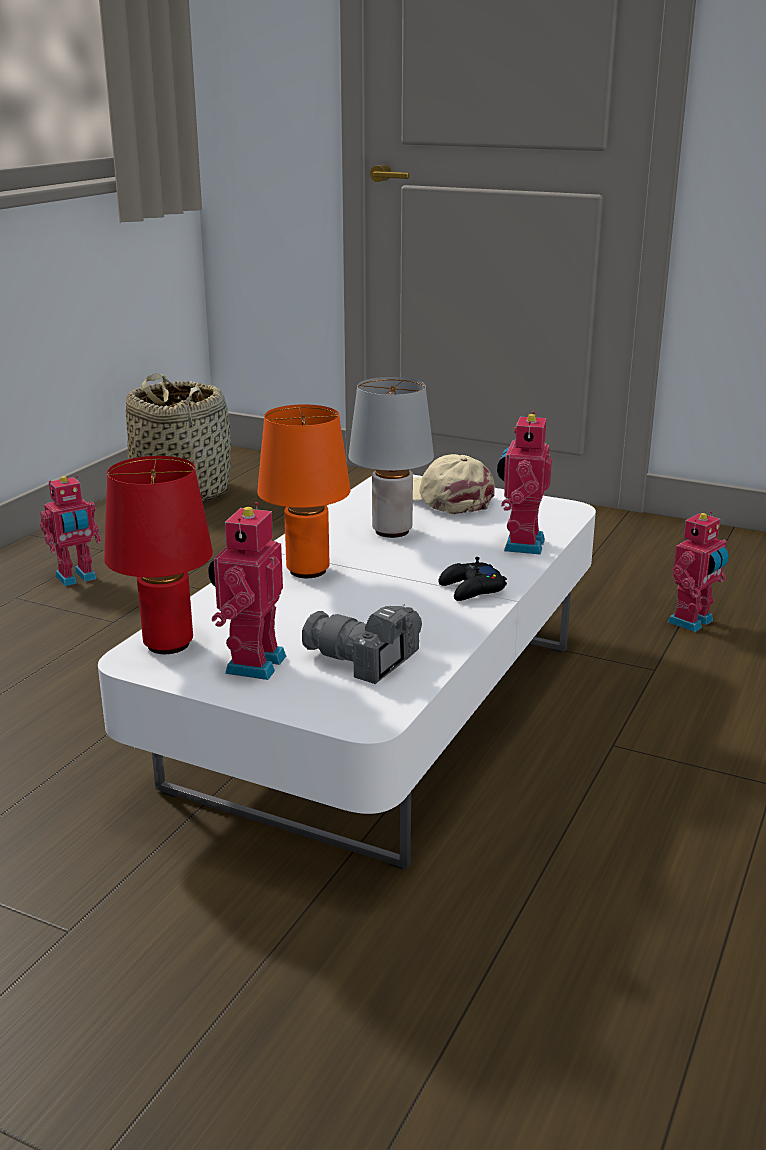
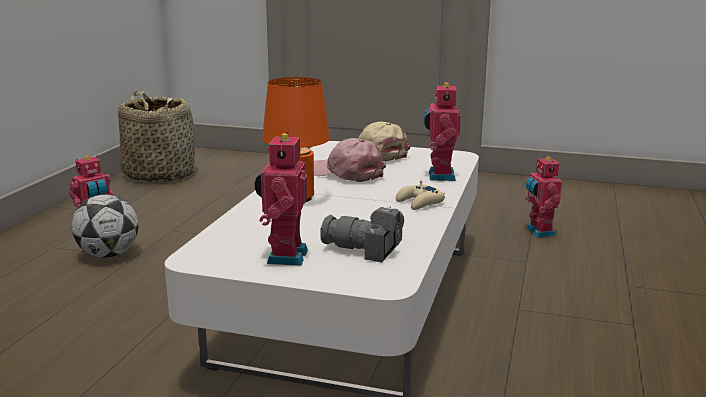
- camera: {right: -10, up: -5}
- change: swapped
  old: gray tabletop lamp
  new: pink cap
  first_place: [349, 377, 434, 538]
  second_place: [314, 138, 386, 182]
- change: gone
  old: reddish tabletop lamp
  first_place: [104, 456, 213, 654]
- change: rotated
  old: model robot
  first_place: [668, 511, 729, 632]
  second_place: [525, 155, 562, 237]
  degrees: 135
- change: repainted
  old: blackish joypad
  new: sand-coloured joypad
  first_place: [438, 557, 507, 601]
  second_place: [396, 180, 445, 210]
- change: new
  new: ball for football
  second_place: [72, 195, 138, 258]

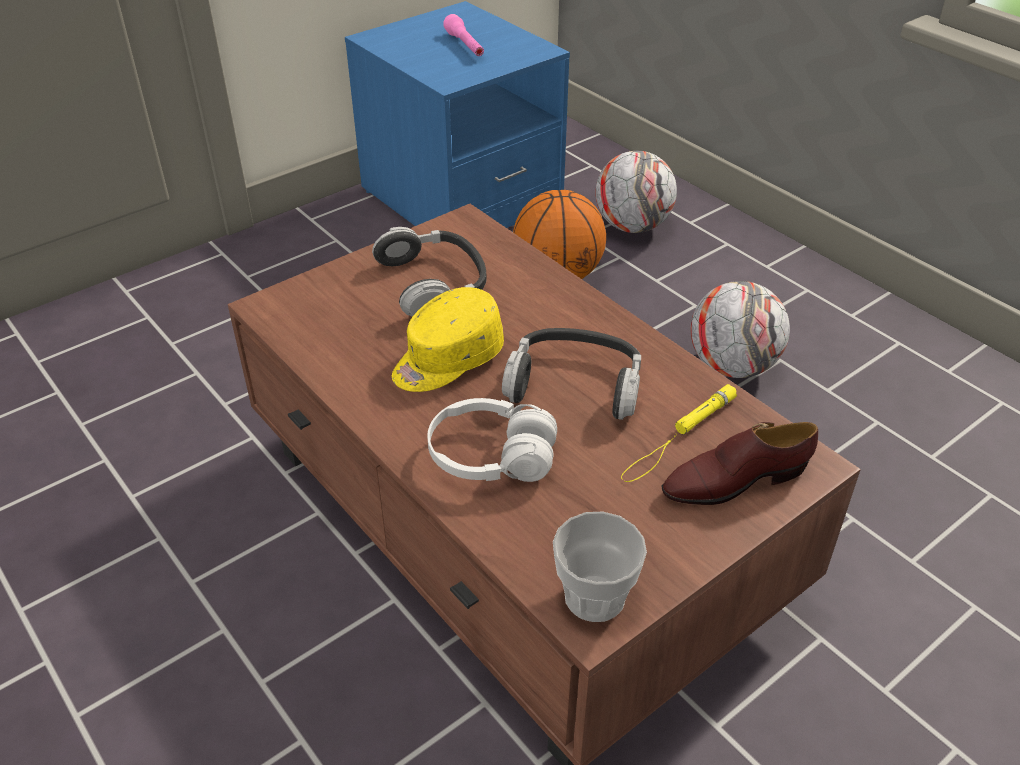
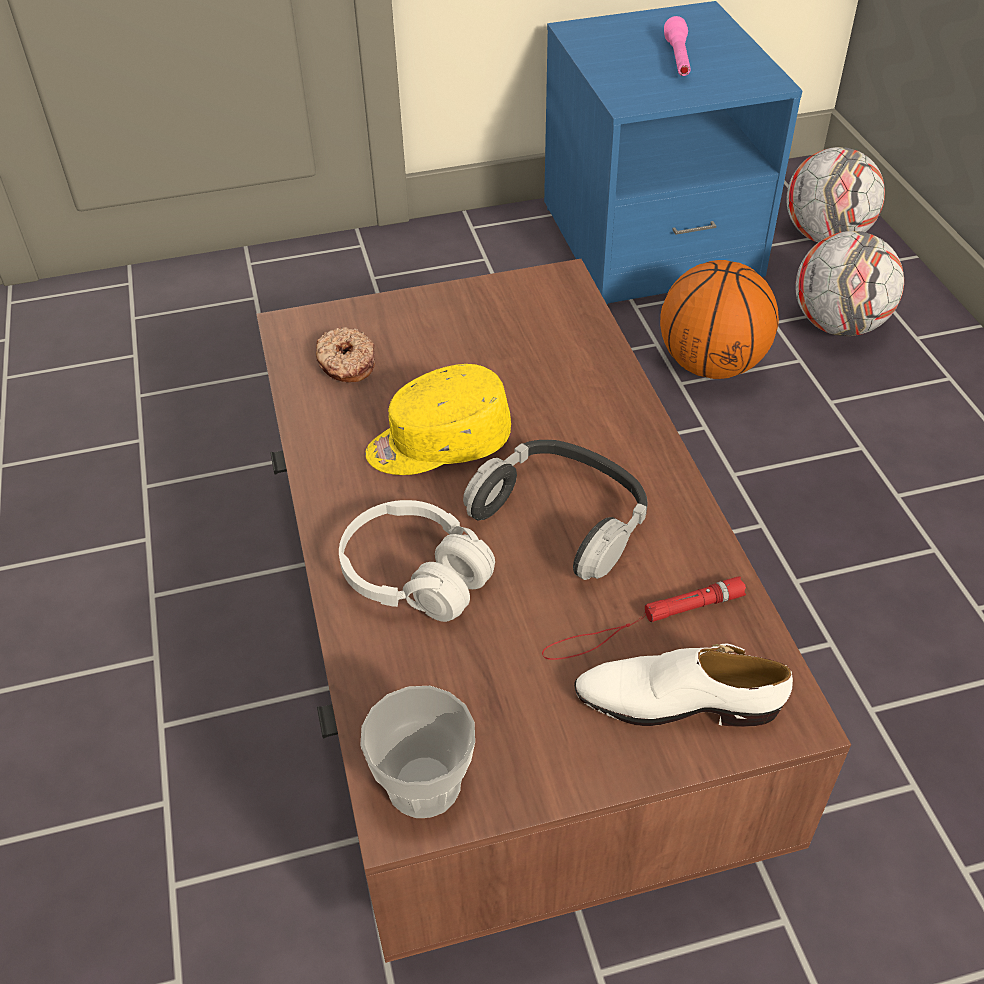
- camera: {right: 25, up: 5}
- change: gone
  old: pair of headphones
  first_place: [372, 227, 486, 317]
- change: shifted
  old: ball for football
  first_place: [690, 281, 790, 378]
  second_place: [786, 147, 885, 242]
- change: repainted
  old: yellow hand torch
  new: reddish hand torch
  first_place: [621, 384, 737, 482]
  second_place: [542, 576, 746, 660]
- change: repainted
  old: brownish low shoe
  new: white low shoe
  first_place: [661, 422, 818, 505]
  second_place: [574, 644, 793, 727]
- change: new
  new: ring doughnut
  second_place: [316, 327, 375, 383]

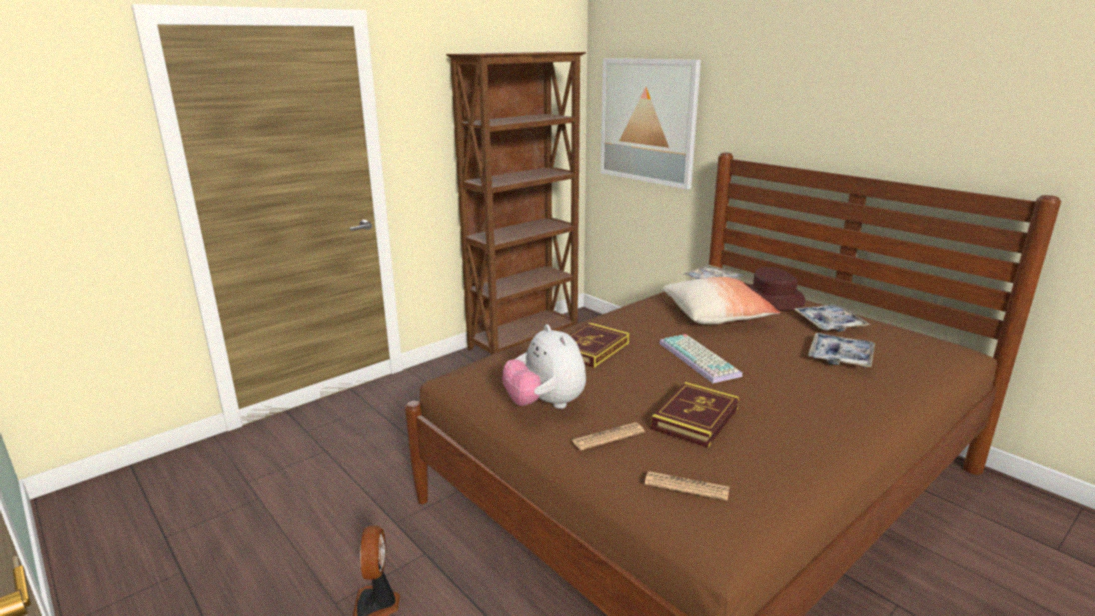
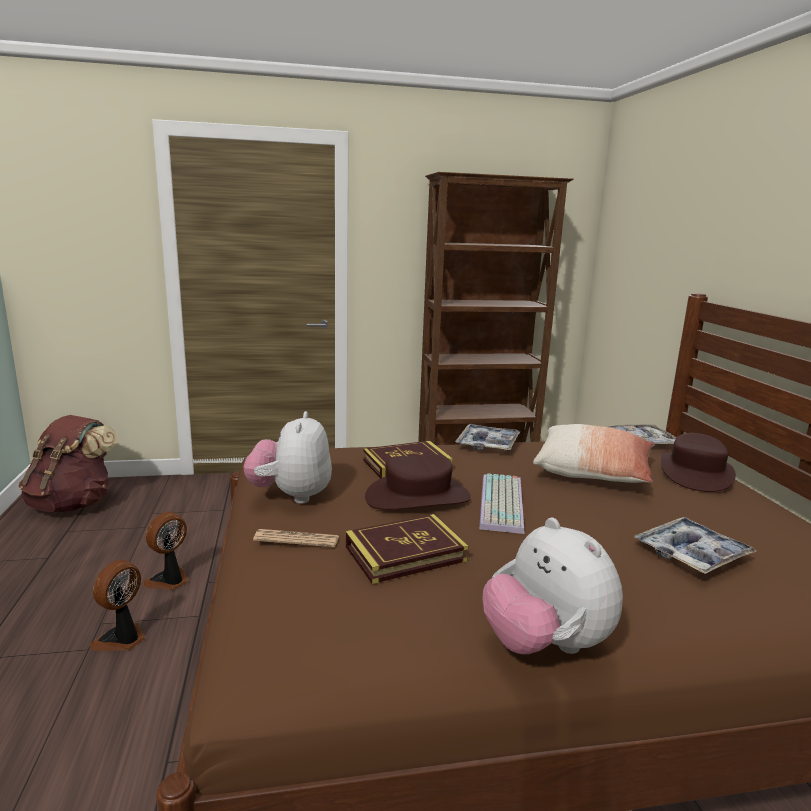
- camera: {right: 30, up: -5}
- change: gone
  old: wall art
  first_place: [600, 58, 701, 189]
- change: shifted
  old: serving tray
  first_place: [794, 304, 871, 332]
  second_place: [455, 424, 520, 451]
- change: gone
  old: daily paper
  first_place: [644, 471, 729, 501]
- change: new
  new: brownish rucksack
  second_place: [18, 415, 119, 512]
- change: new
  new: brownish wearable hat
  second_place: [365, 454, 471, 510]
- change: new
  new: electric fan
  second_place: [143, 512, 188, 590]
- change: new
  new: soft toy
  second_place: [482, 518, 623, 654]

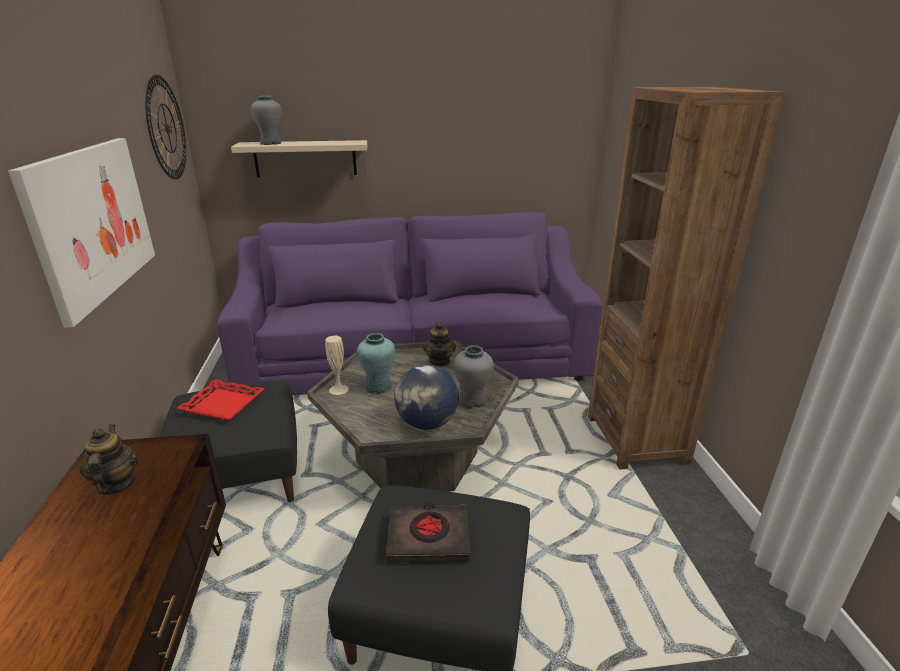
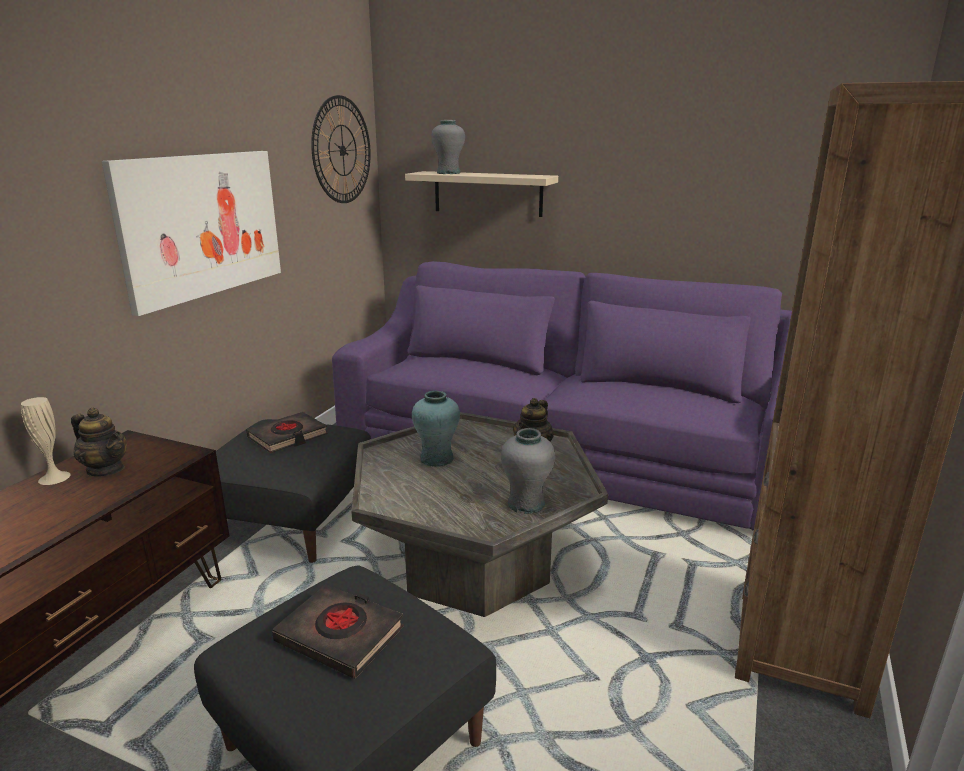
- camera: {right: 30, up: -5}
- change: shifted
  old: sand-coloured flower vase
  first_place: [325, 336, 349, 395]
  second_place: [21, 397, 71, 485]
- change: gone
  old: globe
  first_place: [394, 365, 459, 430]
- change: swapped
  old: reddish serving tray
  new: blackish bound book
  first_place: [177, 379, 265, 421]
  second_place: [246, 412, 328, 453]
- change: rotated
  old: pot for tea
  first_place: [80, 424, 138, 496]
  second_place: [71, 408, 127, 476]
  degrees: 105

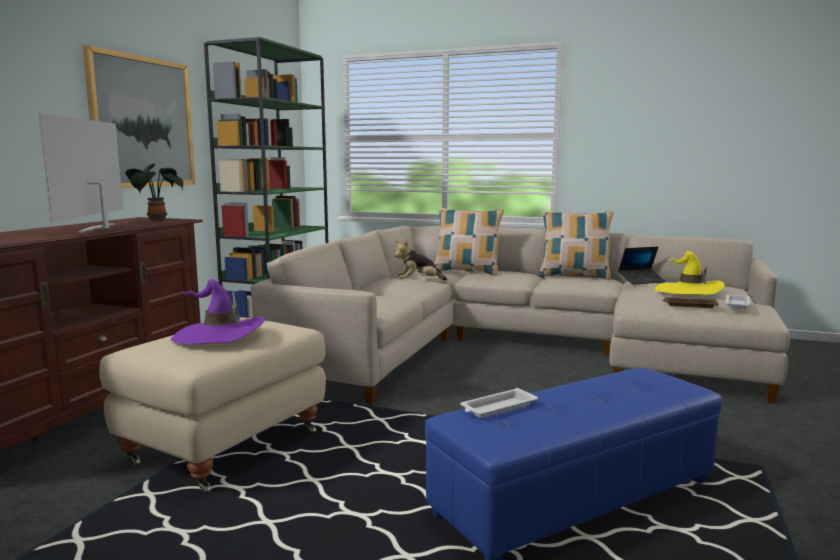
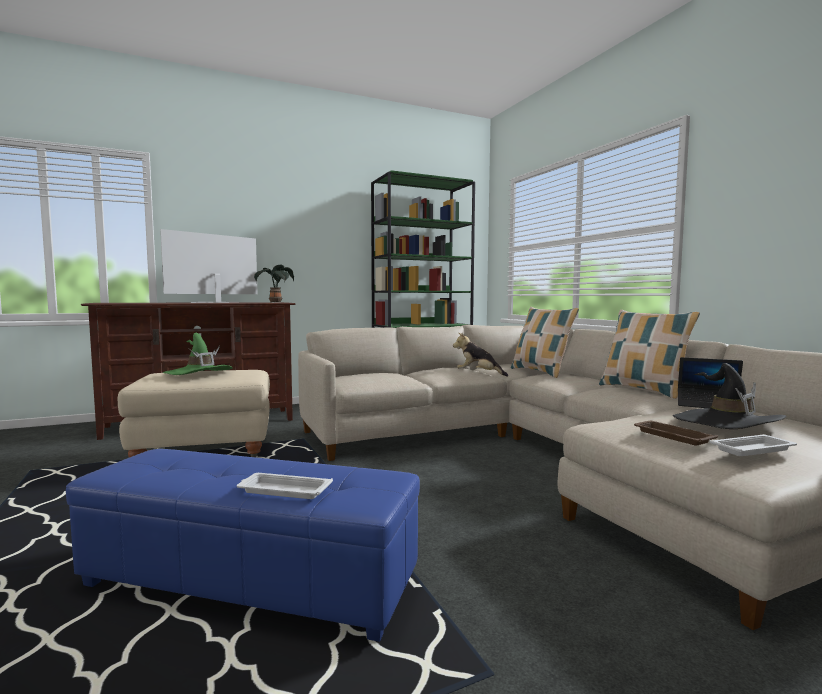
- camera: {right: 45, up: -5}
- change: gone
  old: wall art
  first_place: [83, 45, 195, 189]
- change: repainted
  old: yellow wearable hat
  new: blackish wearable hat
  first_place: [655, 251, 725, 295]
  second_place: [673, 363, 787, 429]
- change: repainted
  old: purple wearable hat
  new: greenish wearable hat
  first_place: [170, 279, 265, 344]
  second_place: [163, 333, 233, 375]
- change: shifted
  old: white serving tray
  first_place: [460, 388, 538, 418]
  second_place: [237, 473, 333, 499]

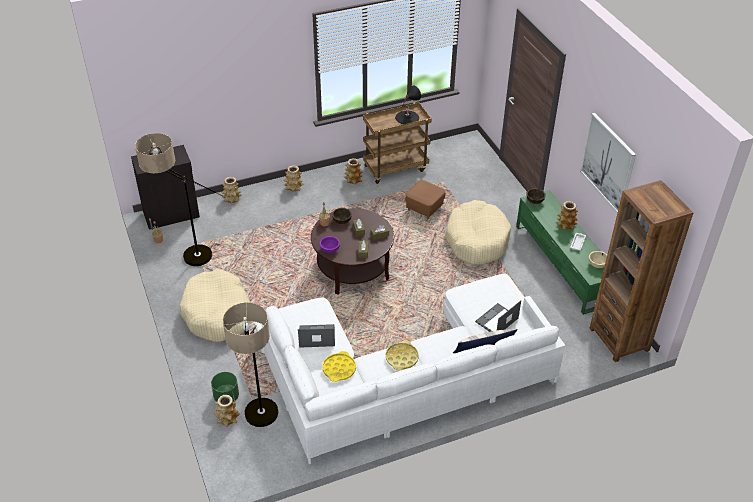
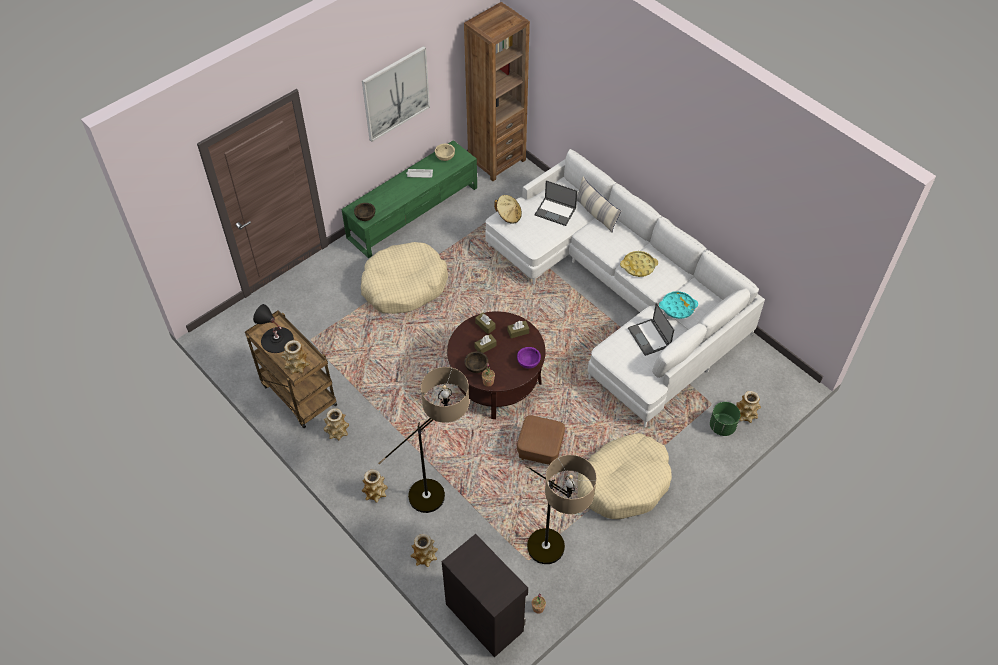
- camera: {right: -110, up: 10}
- change: shifted
  old: brownish footrest
  first_place: [405, 180, 446, 219]
  second_place: [517, 415, 565, 465]
- change: shifted
  old: flower vase
  first_place: [557, 201, 578, 230]
  second_place: [281, 340, 310, 374]
- change: shifted
  old: standing lamp
  first_place: [223, 302, 278, 427]
  second_place: [378, 367, 469, 513]
- change: repainted
  old: yellow serving tray
  new: turquoise-coloured serving tray
  first_place: [323, 351, 356, 382]
  second_place: [659, 291, 698, 319]
- change: new
  new: sand-coloured wearable hat
  second_place: [494, 195, 522, 223]

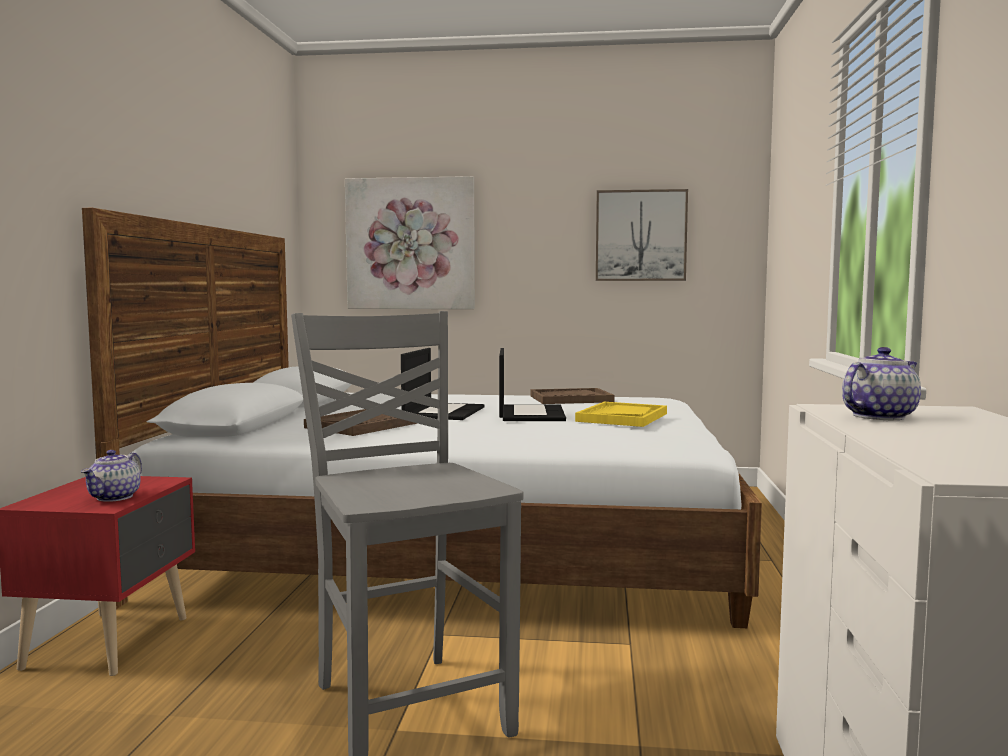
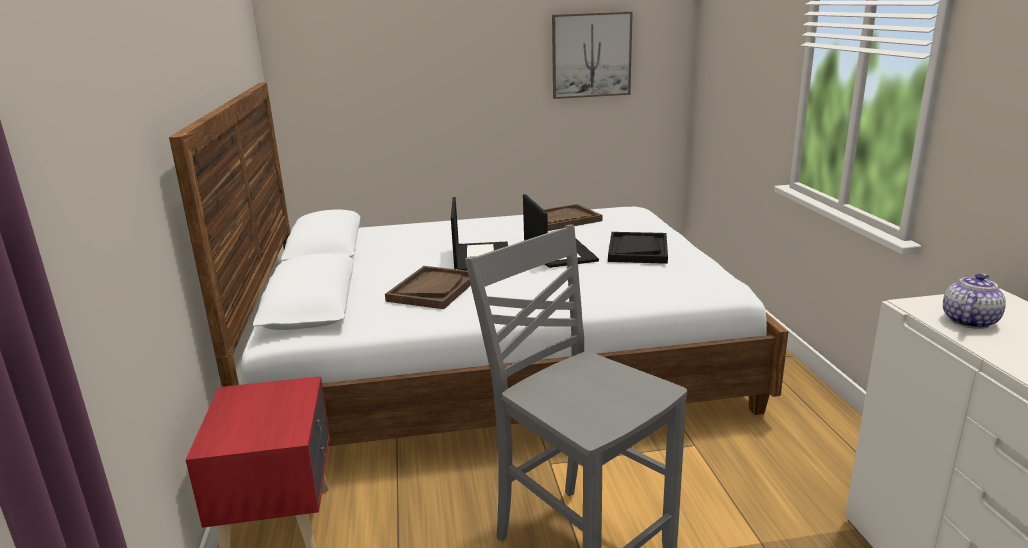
- camera: {right: -15, up: 15}
- change: gone
  old: wall art
  first_place: [345, 176, 475, 309]
- change: repainted
  old: yellow serving tray
  new: blackish serving tray
  first_place: [575, 402, 667, 427]
  second_place: [608, 232, 668, 264]
- change: gone
  old: pot for tea
  first_place: [81, 450, 142, 502]

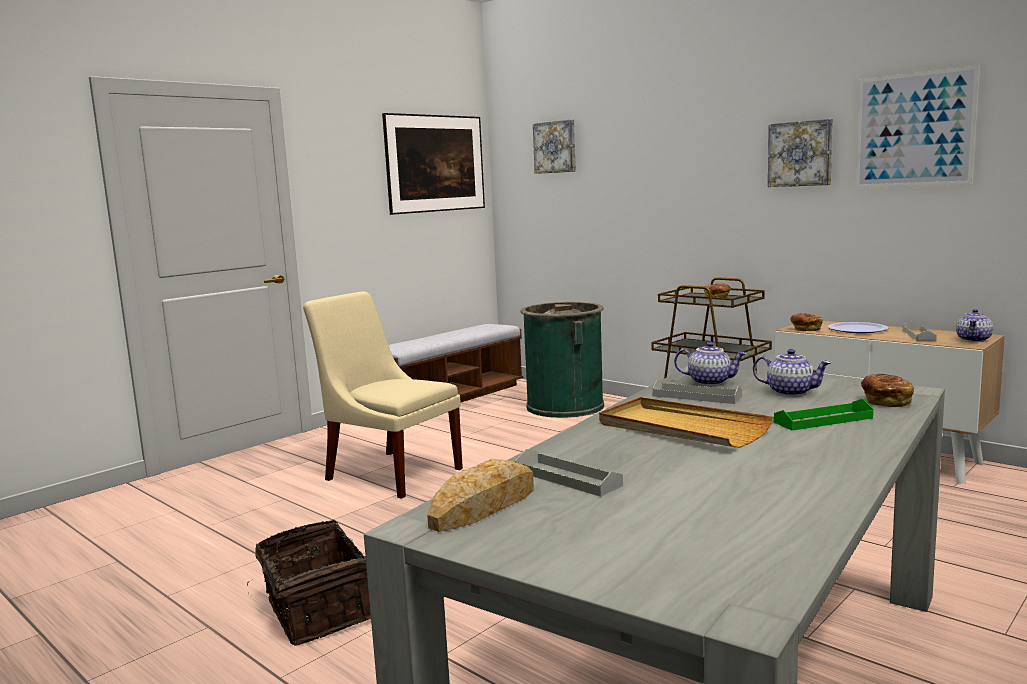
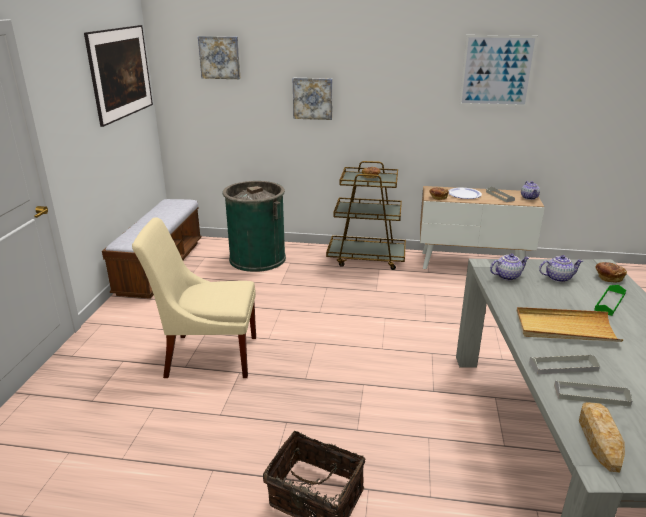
- camera: {right: -35, up: 15}
- change: shifted
  old: wall art
  first_place: [768, 119, 833, 187]
  second_place: [293, 78, 333, 120]
- change: shifted
  old: gray serving tray
  first_place: [653, 379, 742, 404]
  second_place: [529, 354, 600, 374]

